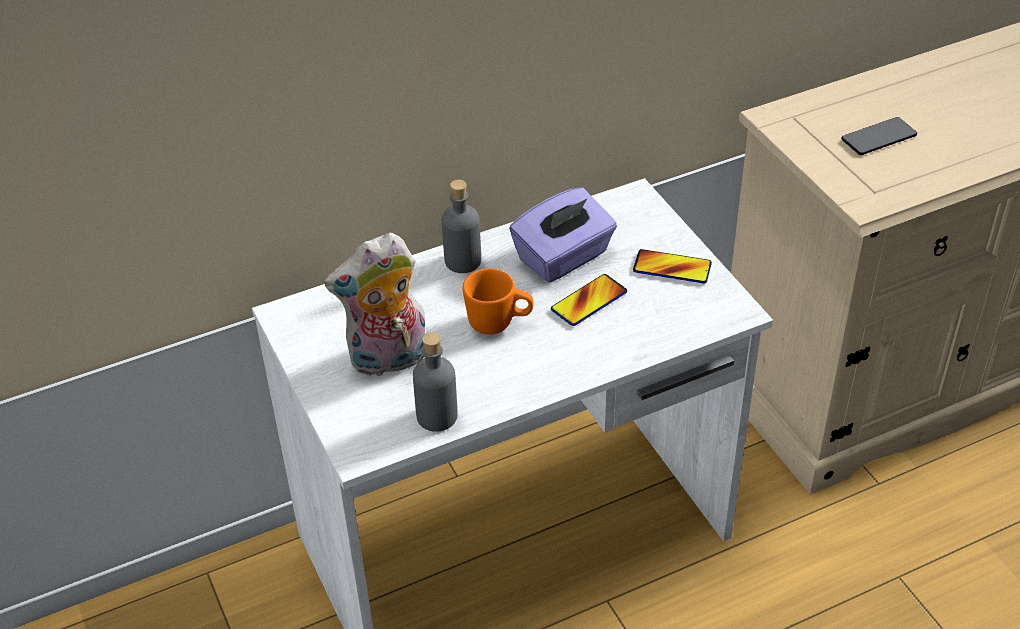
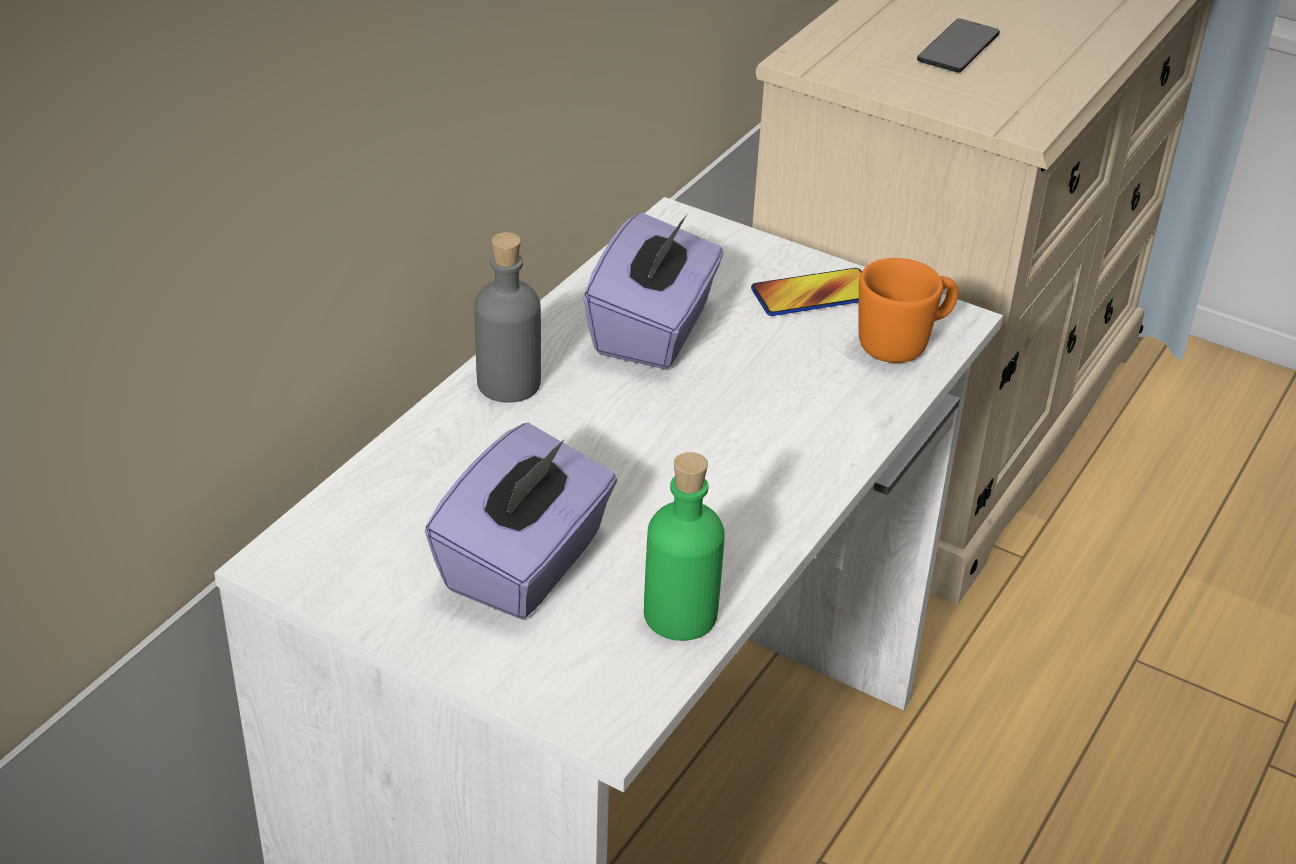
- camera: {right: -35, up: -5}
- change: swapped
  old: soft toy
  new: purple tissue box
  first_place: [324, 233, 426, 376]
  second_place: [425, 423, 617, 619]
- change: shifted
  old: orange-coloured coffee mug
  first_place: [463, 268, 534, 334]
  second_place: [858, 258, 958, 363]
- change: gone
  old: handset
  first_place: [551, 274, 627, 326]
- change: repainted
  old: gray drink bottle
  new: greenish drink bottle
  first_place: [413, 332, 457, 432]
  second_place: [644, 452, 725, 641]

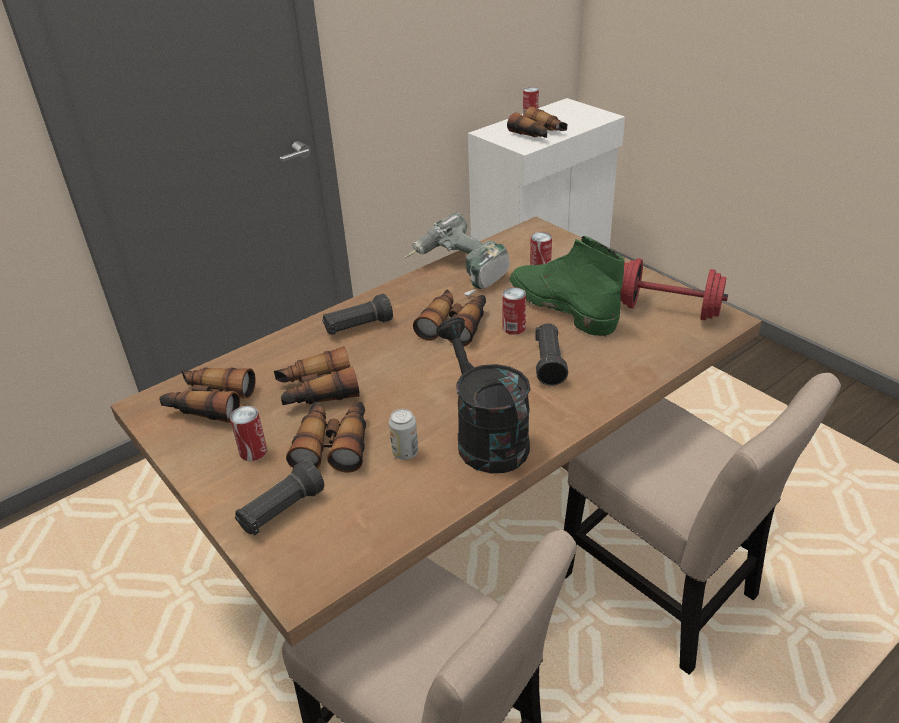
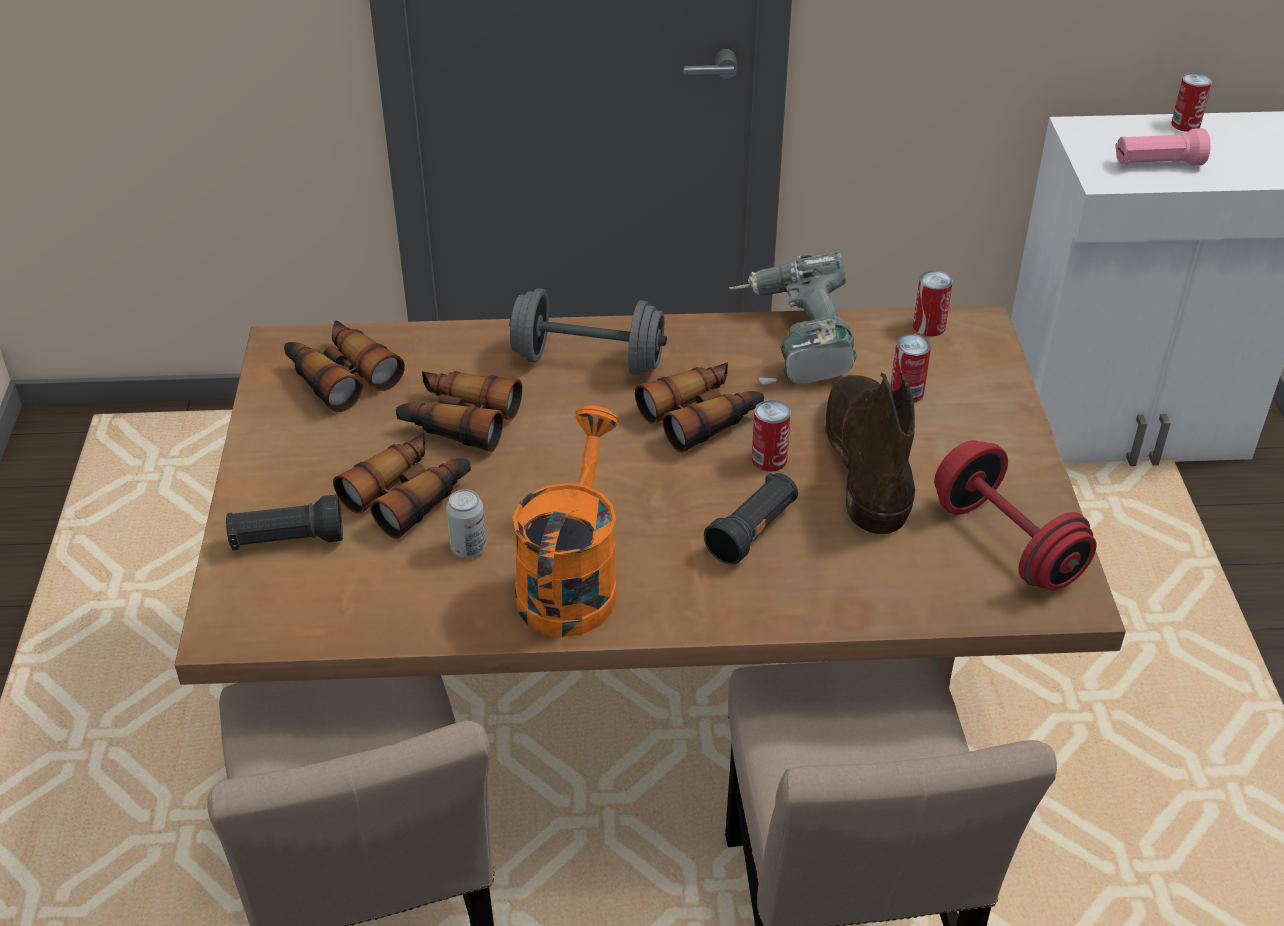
- camera: {right: 35, up: 5}
- change: swapped
  old: pair of binoculars
  new: pink hand torch
  first_place: [507, 106, 567, 138]
  second_place: [1115, 128, 1211, 166]
- change: repainted
  old: greenish tall boot
  new: brownish tall boot
  first_place: [510, 236, 625, 337]
  second_place: [824, 372, 915, 534]
- change: swapped
  old: blackish hand torch
  new: gray free weight
  first_place: [322, 294, 393, 335]
  second_place: [509, 288, 667, 375]
- change: repainted
  old: blackish sprinkling can
  new: orange-coloured sprinkling can
  first_place: [436, 317, 530, 473]
  second_place: [513, 406, 619, 637]
- change: shifted
  old: can
  first_place: [230, 406, 267, 461]
  second_place: [913, 270, 953, 337]

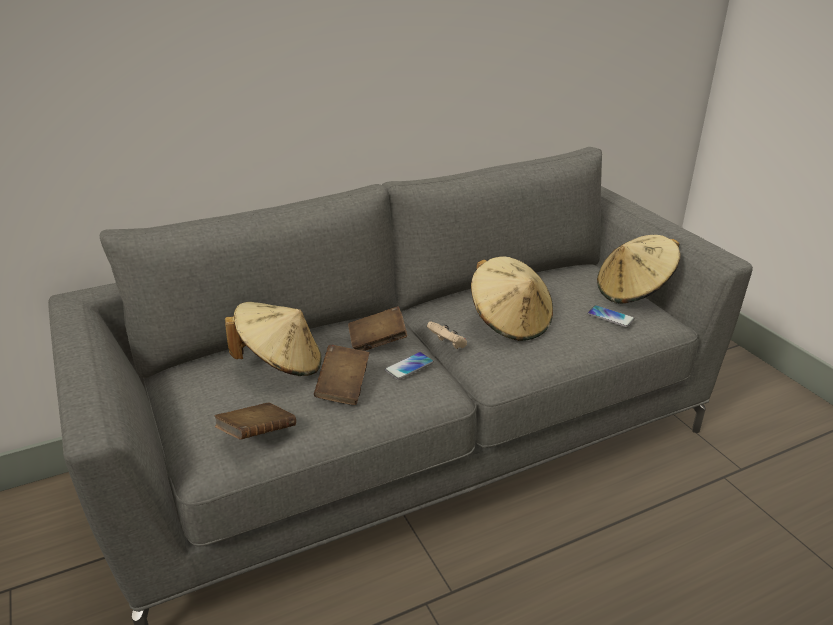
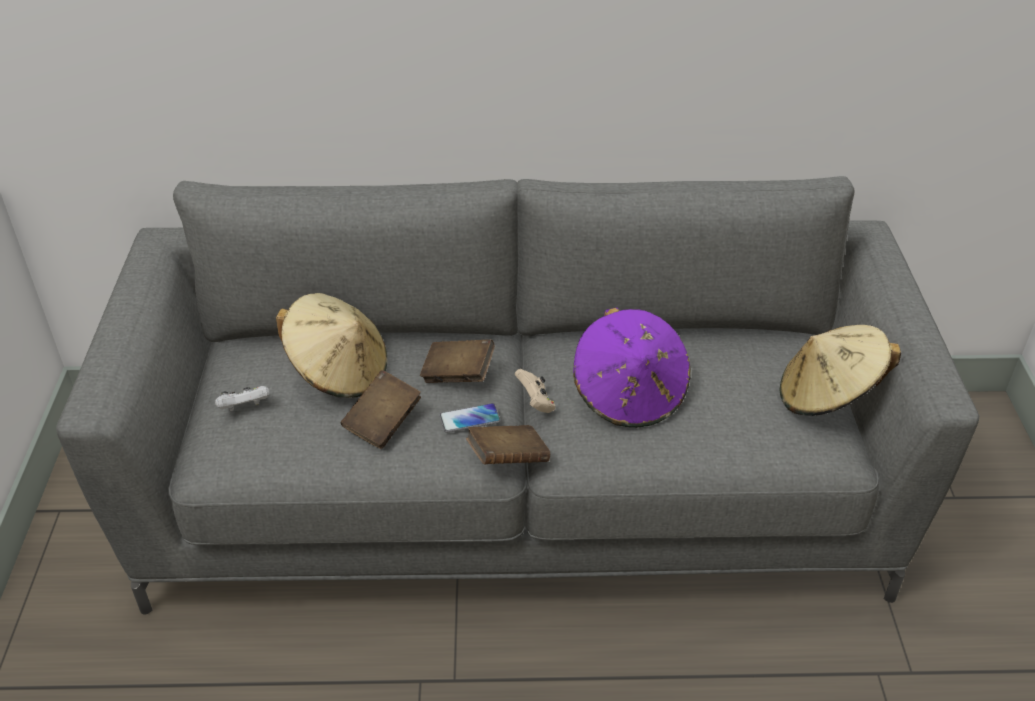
- camera: {right: 25, up: 10}
- change: repainted
  old: sand-coloured wearable hat
  new: purple wearable hat
  first_place: [471, 256, 553, 341]
  second_place: [573, 307, 690, 428]
- change: gone
  old: handset
  first_place: [587, 305, 635, 327]
- change: shifted
  old: brownish bound book
  first_place: [215, 403, 296, 440]
  second_place: [466, 425, 550, 464]
- change: new
  new: white joypad
  second_place: [215, 386, 270, 411]

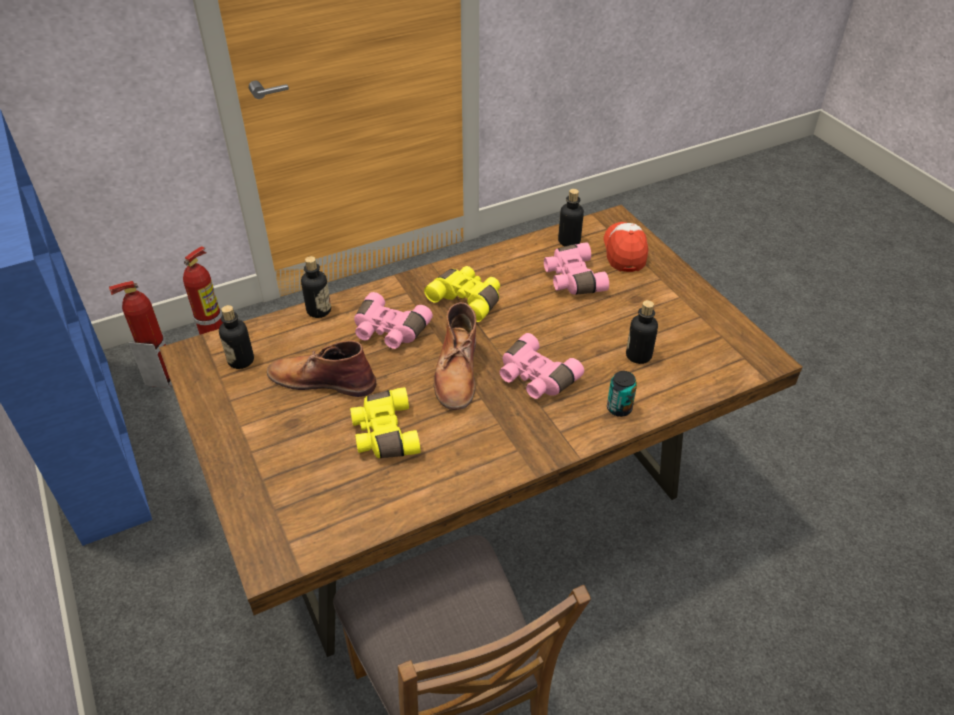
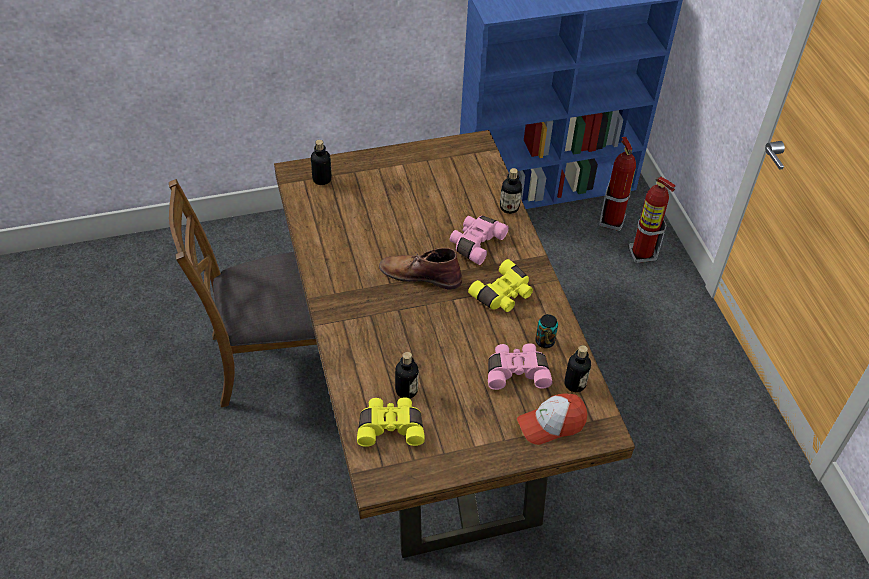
- camera: {right: 100, up: 5}
- change: rotated
  old: cap
  first_place: [604, 222, 648, 272]
  second_place: [517, 393, 587, 445]
  degrees: 150
- change: shifted
  old: drink bottle
  first_place: [219, 305, 254, 369]
  second_place: [311, 140, 332, 185]
- change: gone
  old: pink pair of binoculars
  first_place: [500, 333, 584, 399]
- change: gone
  old: brownish tall boot
  first_place: [267, 340, 376, 397]
- change: shifted
  old: can
  first_place: [607, 371, 637, 417]
  second_place: [535, 314, 558, 348]
- change: shifted
  old: yellow pair of binoculars
  first_place: [350, 387, 421, 458]
  second_place: [357, 397, 425, 447]

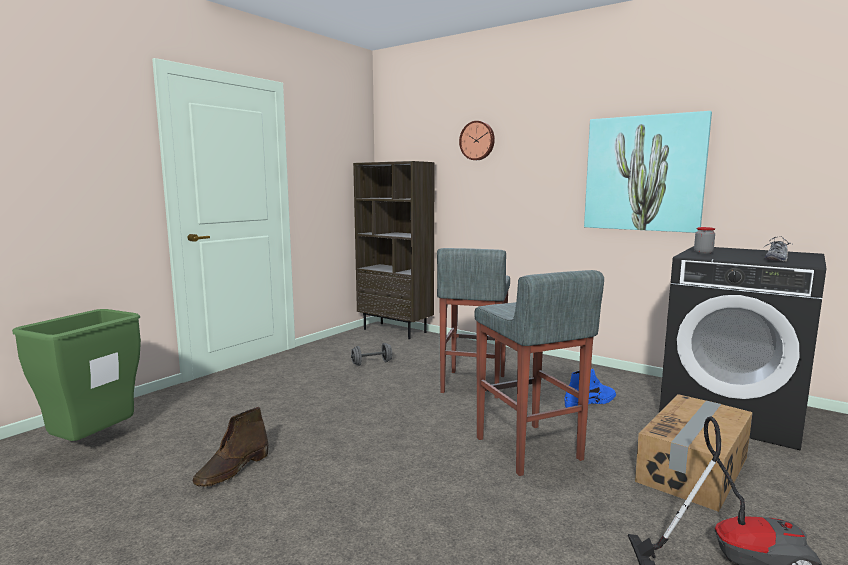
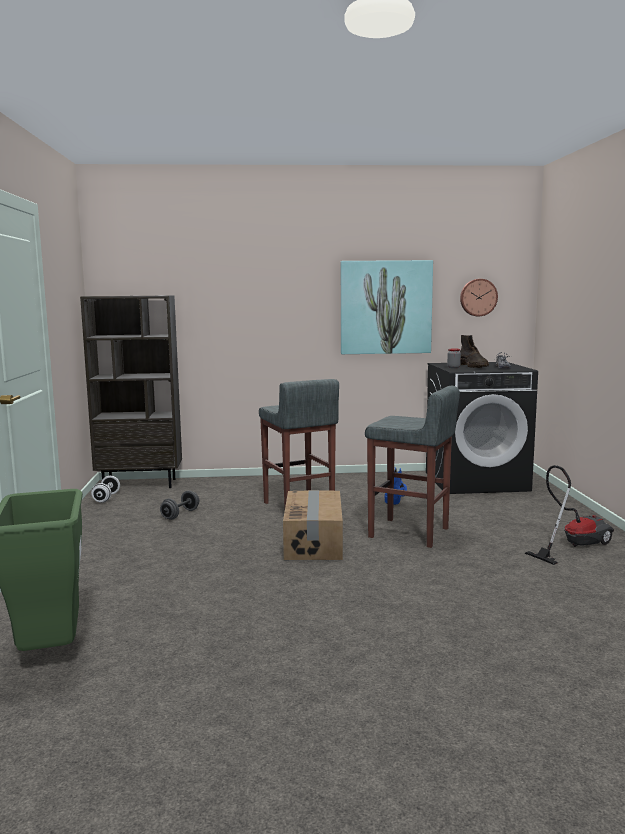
- camera: {right: -40, up: 0}
- change: shifted
  old: hanging clock
  first_place: [459, 121, 495, 160]
  second_place: [460, 279, 498, 316]
- change: shifted
  old: packing box
  first_place: [635, 394, 753, 512]
  second_place: [283, 490, 343, 560]
- change: shifted
  old: brownish tall boot
  first_place: [193, 407, 268, 487]
  second_place: [460, 335, 489, 368]
- change: new
  new: white free weight
  second_place: [91, 476, 120, 503]

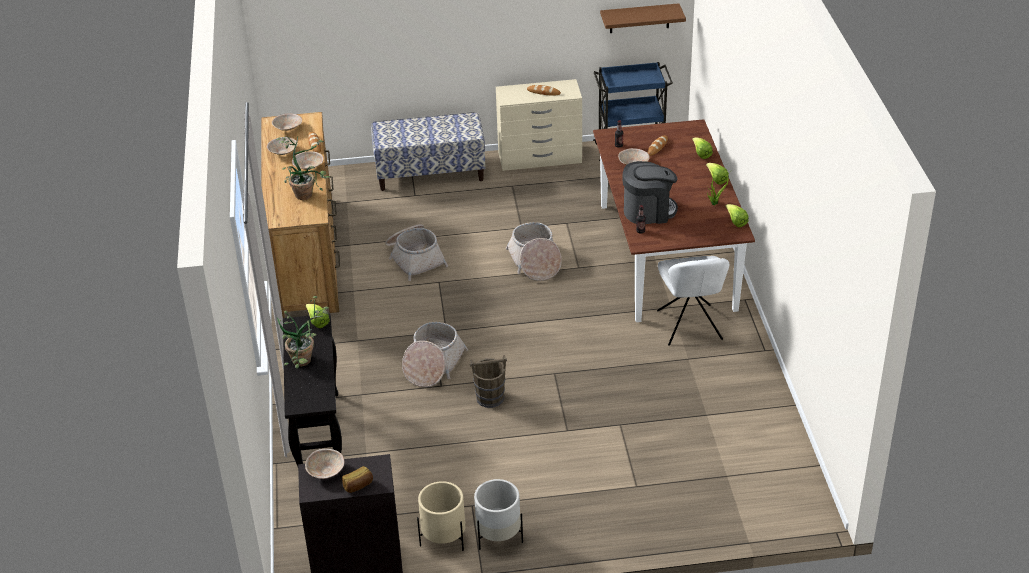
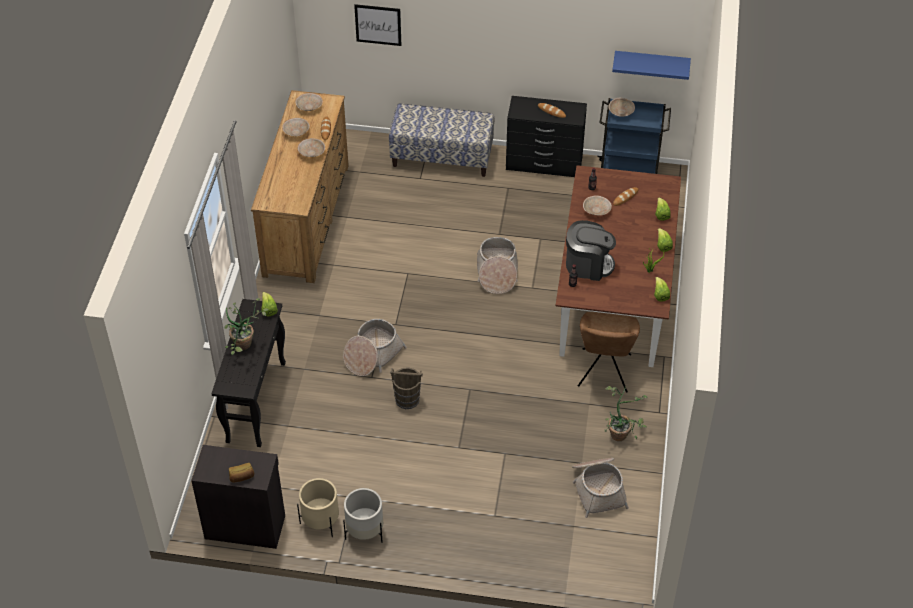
- camera: {right: 15, up: 10}
- change: repainted
  old: brownish wall shelf
  new: blue-coloured wall shelf
  first_place: [600, 3, 686, 33]
  second_place: [612, 51, 691, 80]
- change: repainted
  old: sand-coloured dresser
  new: blackish dresser
  first_place: [496, 79, 582, 171]
  second_place: [506, 96, 587, 177]
- change: shifted
  old: potted plant
  first_place: [276, 136, 330, 200]
  second_place: [604, 386, 648, 441]
- change: shifted
  old: household basket
  first_place: [385, 224, 448, 281]
  second_place: [572, 458, 629, 518]
- change: repainted
  old: white upright chair
  new: brownish upright chair
  first_place: [657, 256, 729, 346]
  second_place: [578, 312, 640, 393]
- change: shifted
  old: sand-coloured serving bowl
  first_place: [305, 449, 344, 479]
  second_place: [608, 98, 635, 117]
- change: new
  new: wall art
  second_place: [354, 4, 401, 46]

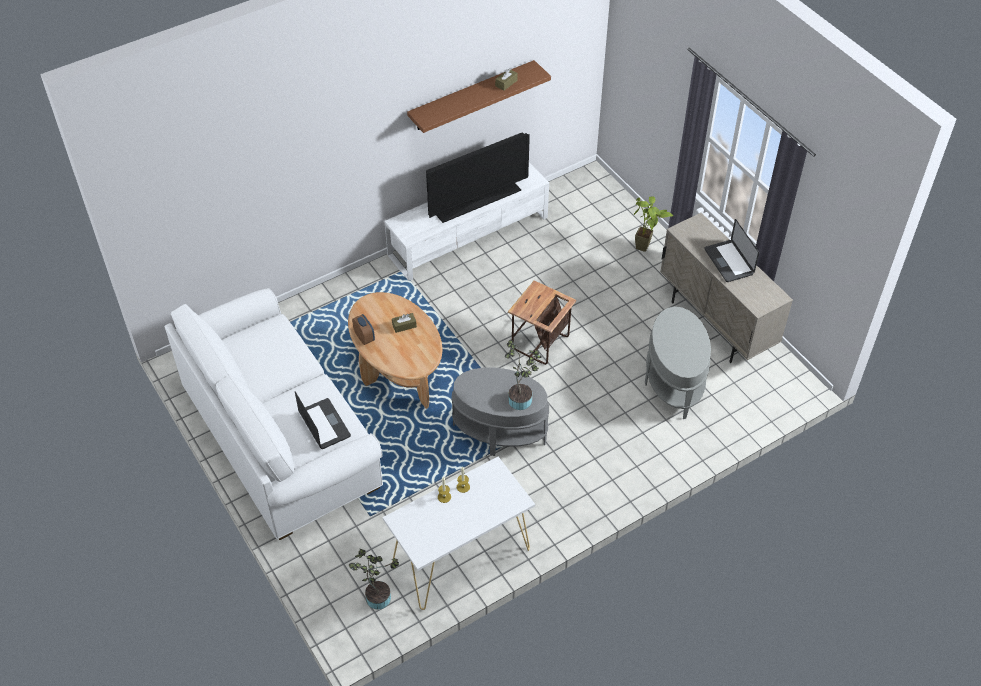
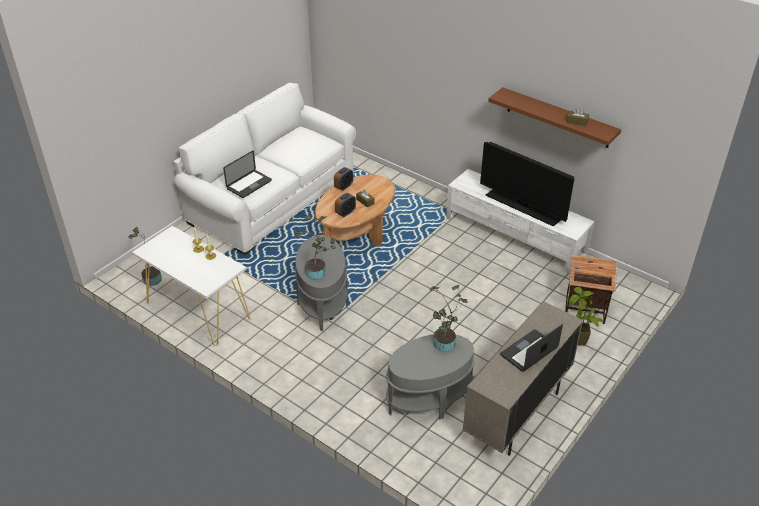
- camera: {right: 70, up: -10}
- change: shifted
  old: side table
  first_place: [508, 280, 576, 365]
  second_place: [565, 255, 616, 324]
- change: new
  new: table clock
  second_place: [335, 193, 356, 217]
- change: new
  new: potted plant
  second_place: [429, 285, 468, 351]

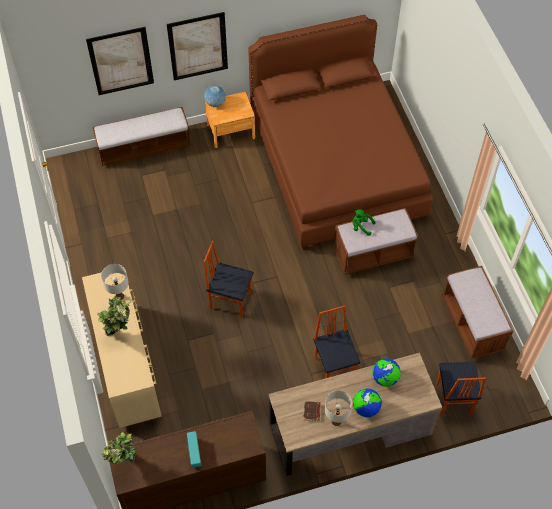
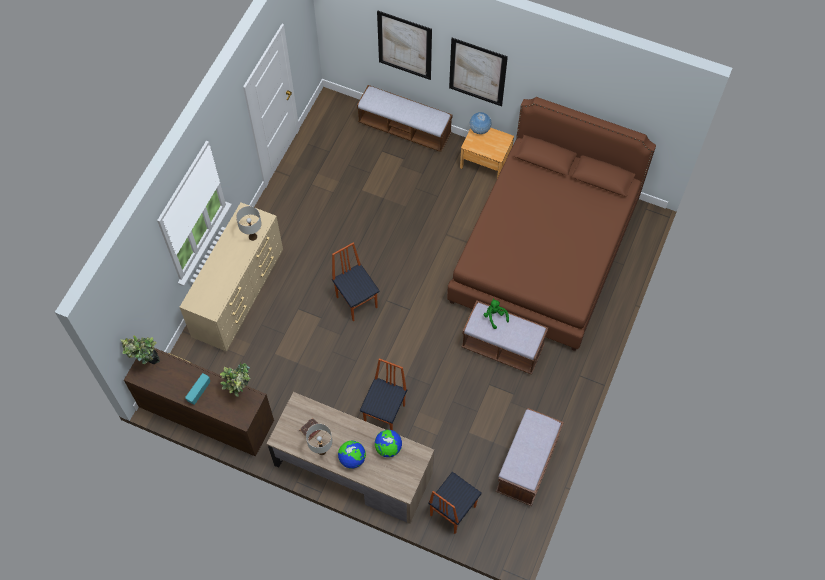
- camera: {right: 40, up: 5}
- change: shifted
  old: potted plant
  first_place: [97, 296, 131, 336]
  second_place: [220, 362, 251, 397]

